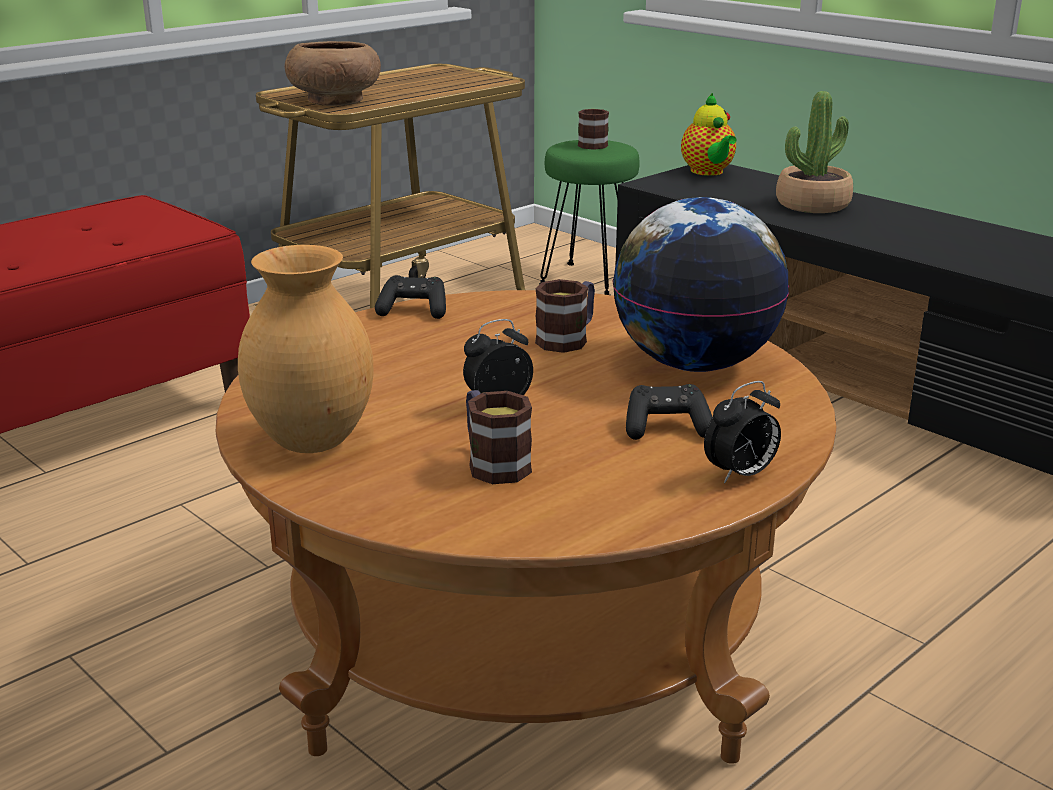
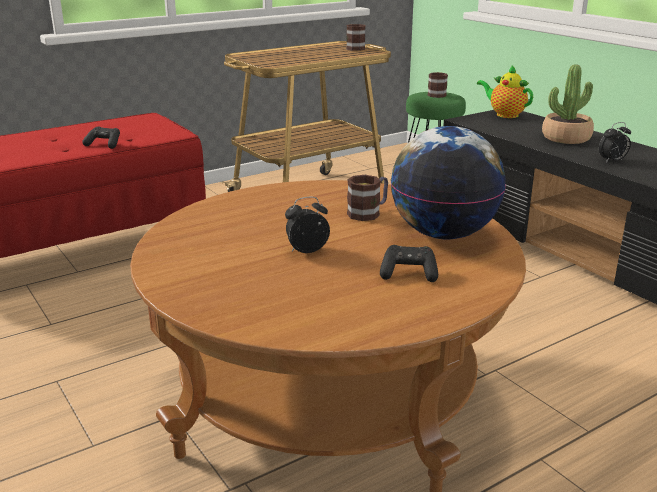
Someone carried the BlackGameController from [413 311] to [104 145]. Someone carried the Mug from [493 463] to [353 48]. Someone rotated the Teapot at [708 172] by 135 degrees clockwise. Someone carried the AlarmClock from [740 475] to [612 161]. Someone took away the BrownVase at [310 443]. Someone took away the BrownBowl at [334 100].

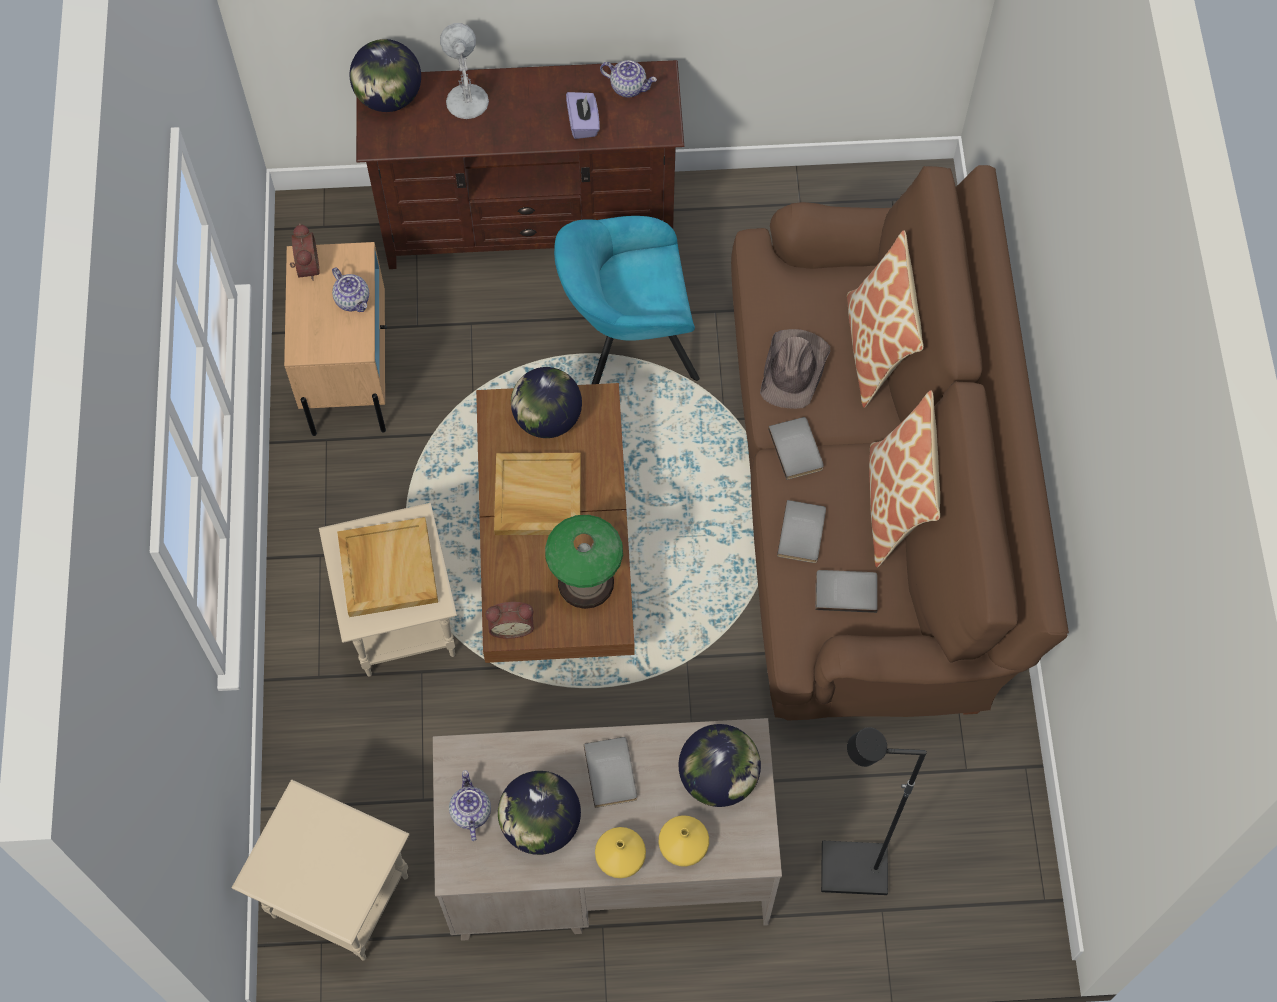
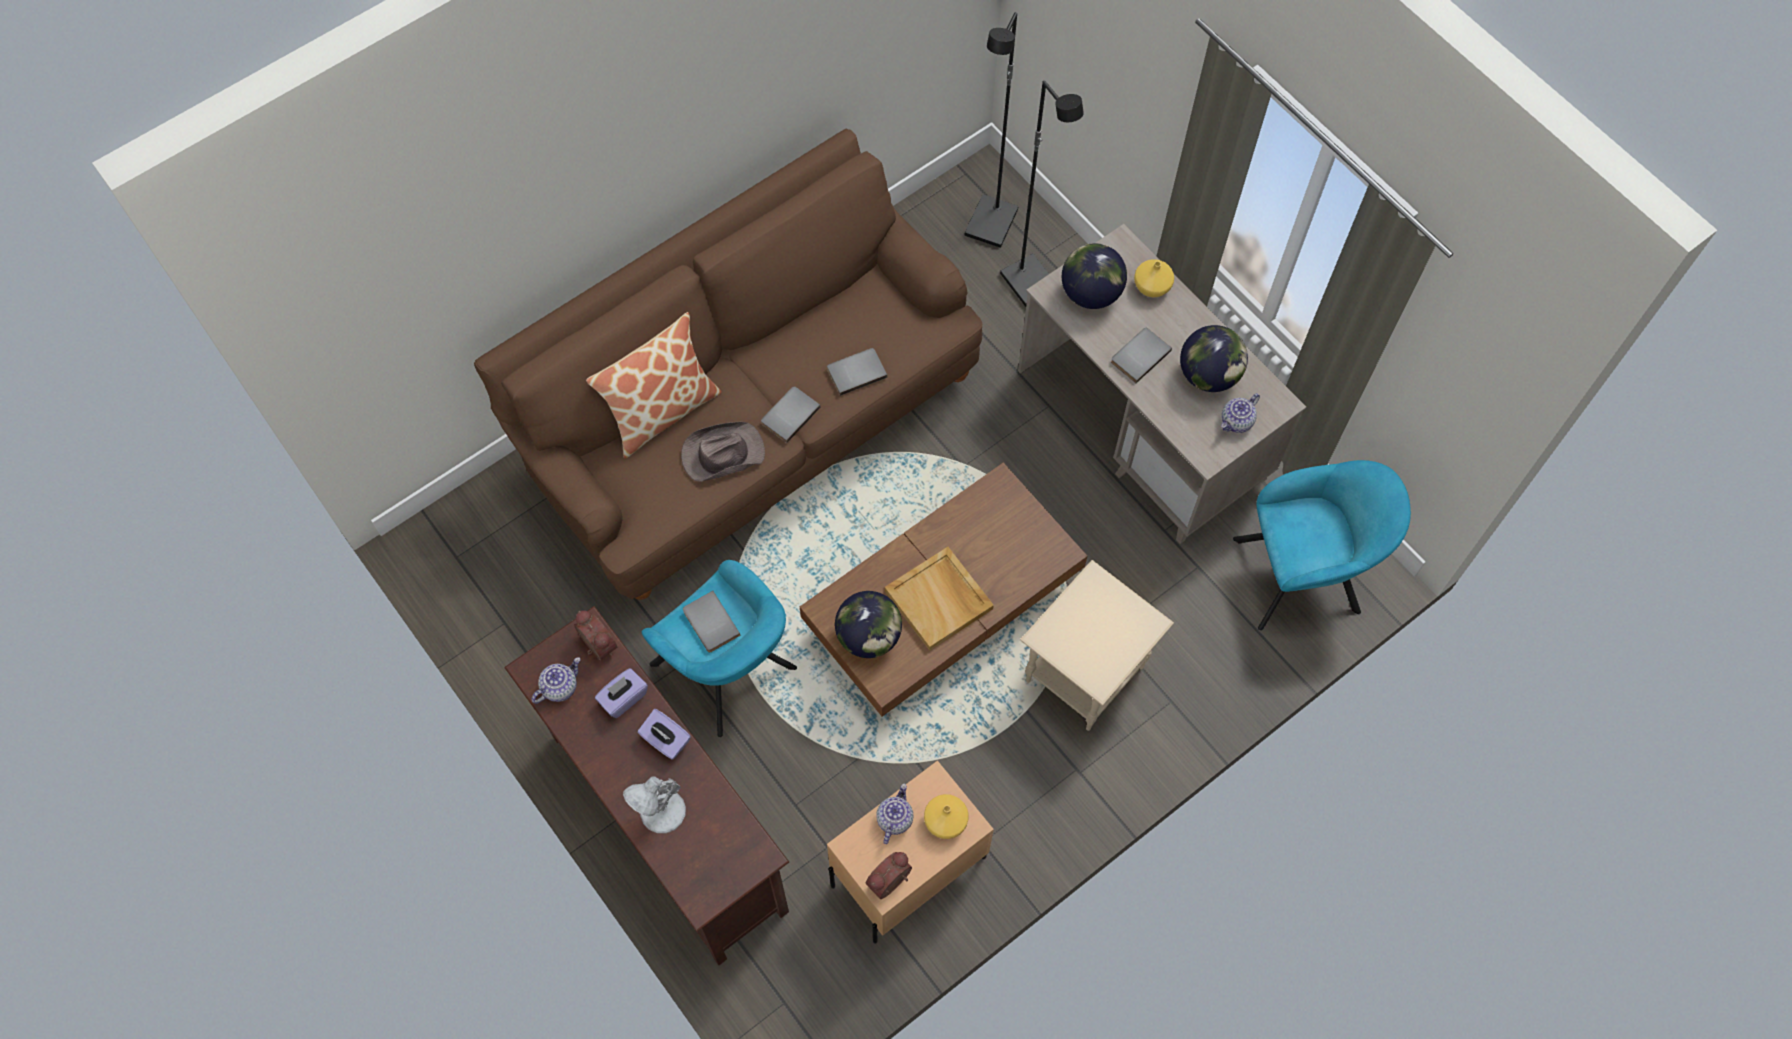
Someone rotated the Teapot at [628 87] by 60 degrees clockwise. Someone carried the AlarmClock from [511 625] to [596 646]. Someone put down the PurpleTissueBox at [666 740]. Someone carried the GreyBook from [846 590] to [709 624]. Someone carried the YellowVase from [620 859] to [946 821]. Someone put down the BlackFloorLamp at [992 224]. Someone swapped the BeigeSideTable at [339 895] for the TurquoiseArmchair at [1304 574]. Someone took away the BeigeTray at [387 568]. Someone took away the Globe at [389 97]. Someone took away the TableLamp at [585 582]. Someone took away the Pillow at [896 505].

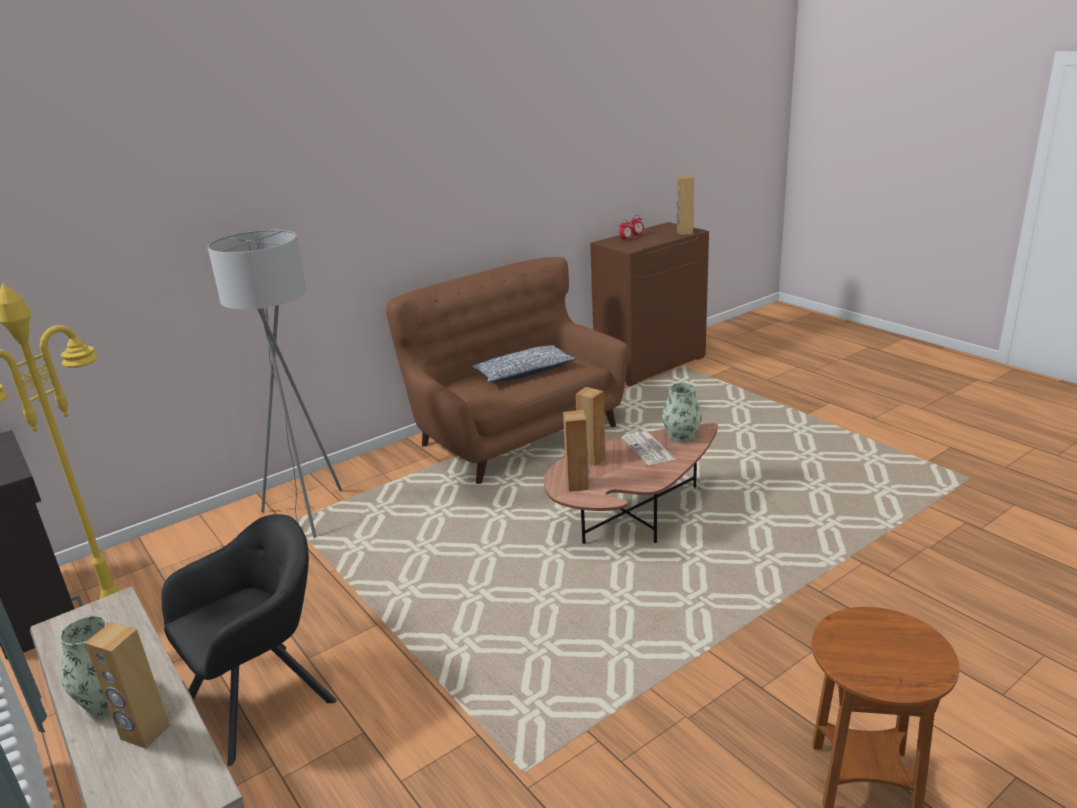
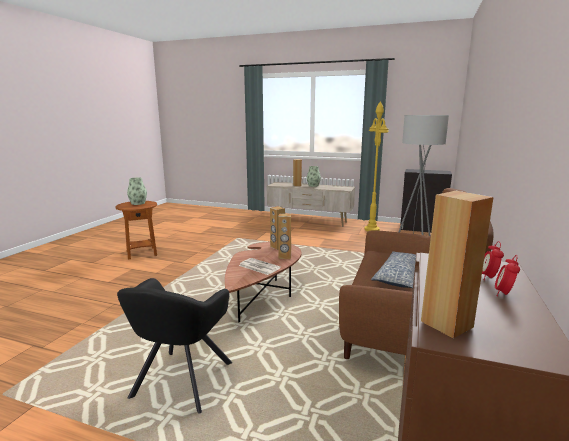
Someone carried the BlackArmchair from [265 697] to [181 382]. Someone carried the Vase from [681 436] to [138 203].

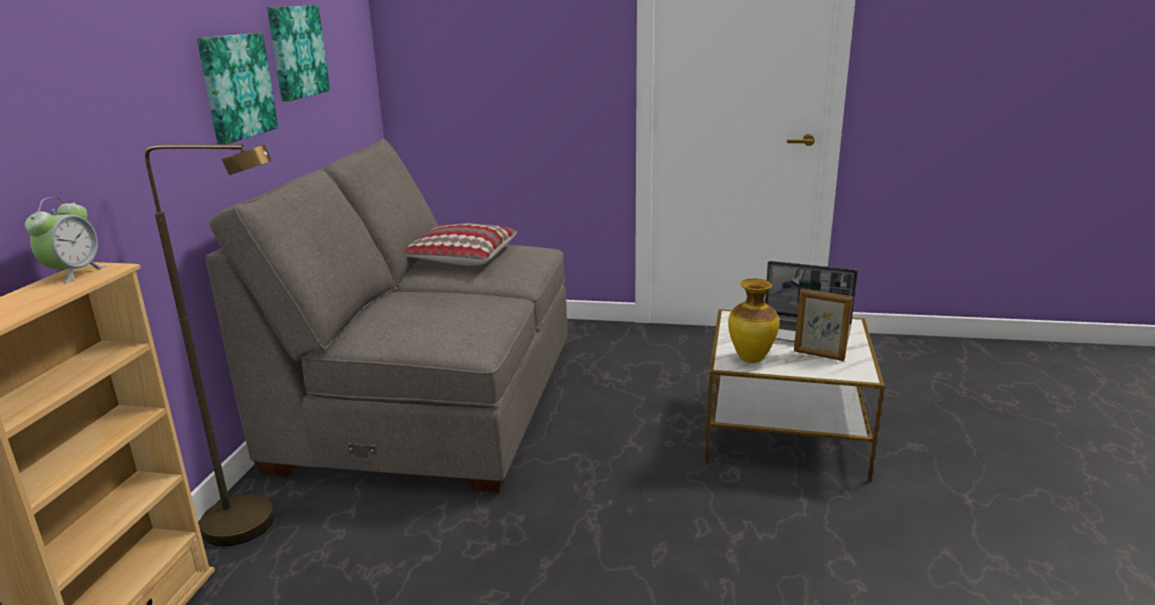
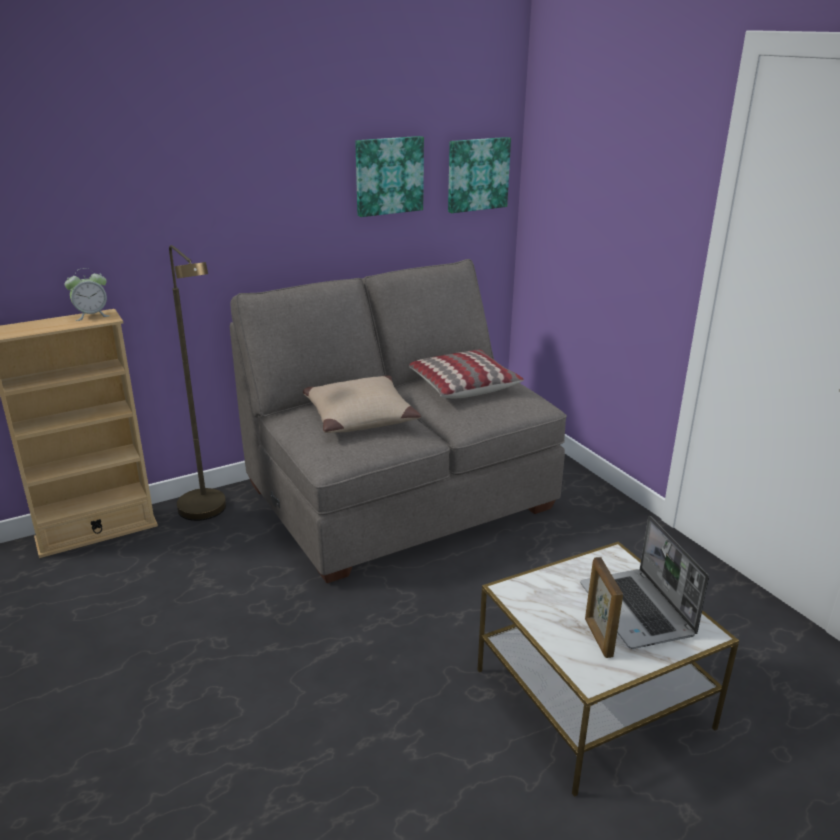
Someone put down the BeigePillow at [359 416]. Someone carried the Picture from [235 86] to [477 174]. Someone took away the Vase at [750 359].

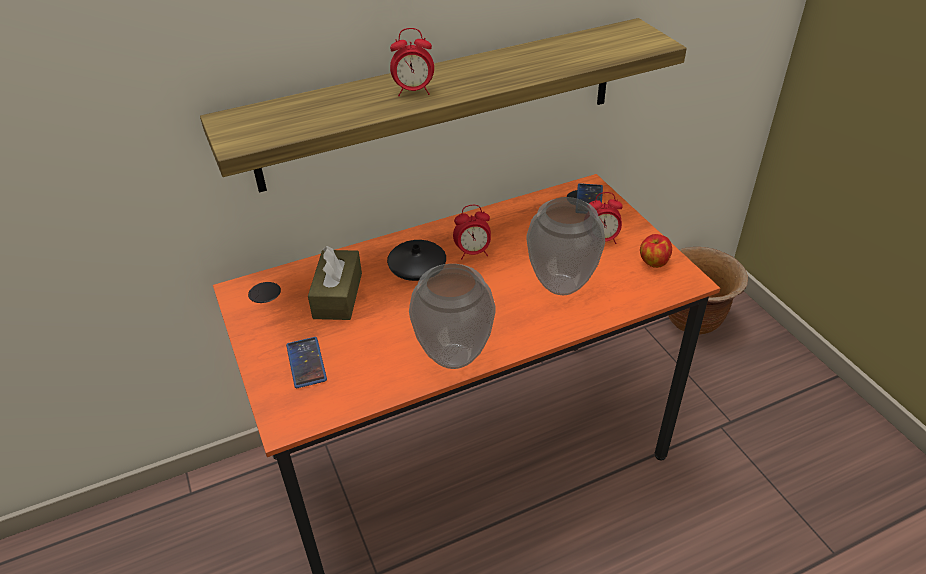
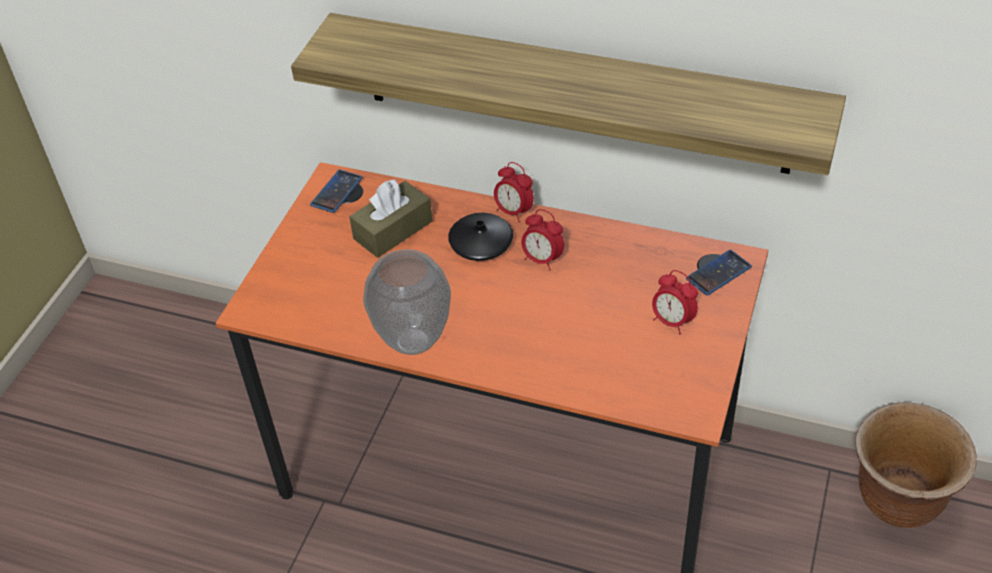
Someone carried the Phone from [306 362] to [336 192]. Someone carried the AlarmClock from [413 91] to [514 212]. Someone took away the Vase at [562 284]. Someone took away the Apple at [653 262].

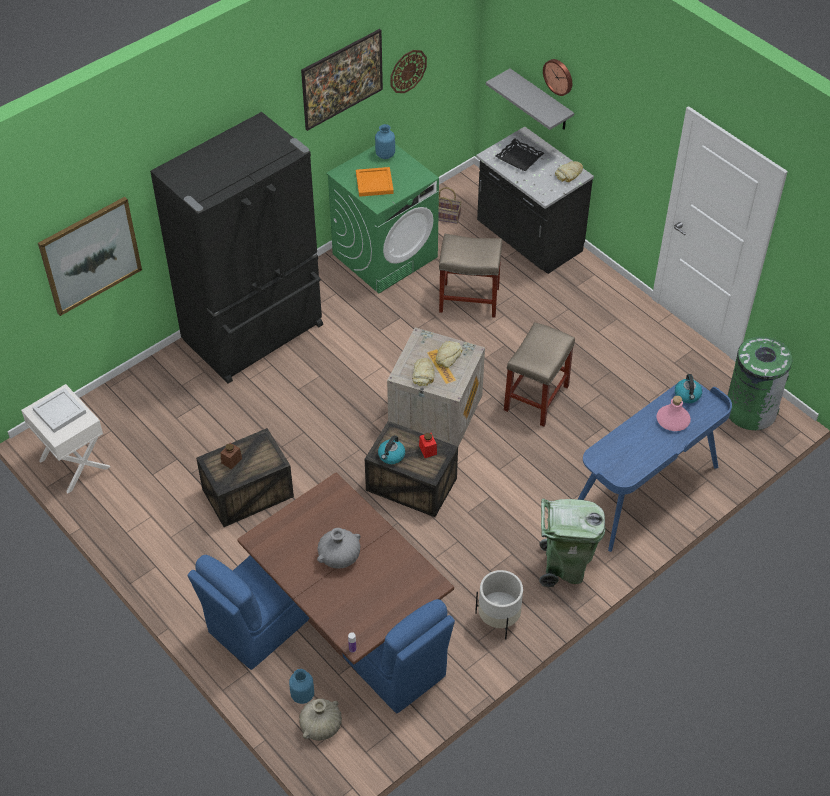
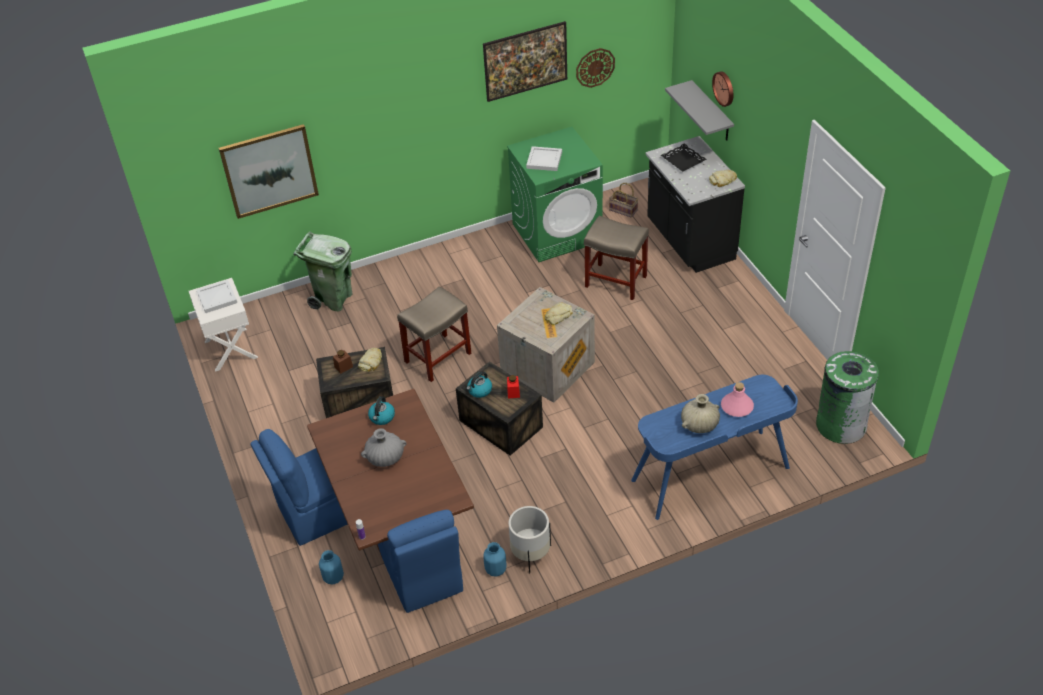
Someone carried the GreenTrashCan from [564 567] to [334 299]. Someone carried the Bread from [423 374] to [371 362]. Someone carried the Kettle from [687 395] to [382 417]. Someone carried the BeigeStool from [536 397] to [438 357]. Someone carried the BlueVase from [385 154] to [495 569]. Someone repainted the OrangeTray at [374 183], which became the WhiteTray at [544 160]. Someone carried the BeigeVase from [321 726] to [699 424]. Someone took away the BlackFridge at [255 334].

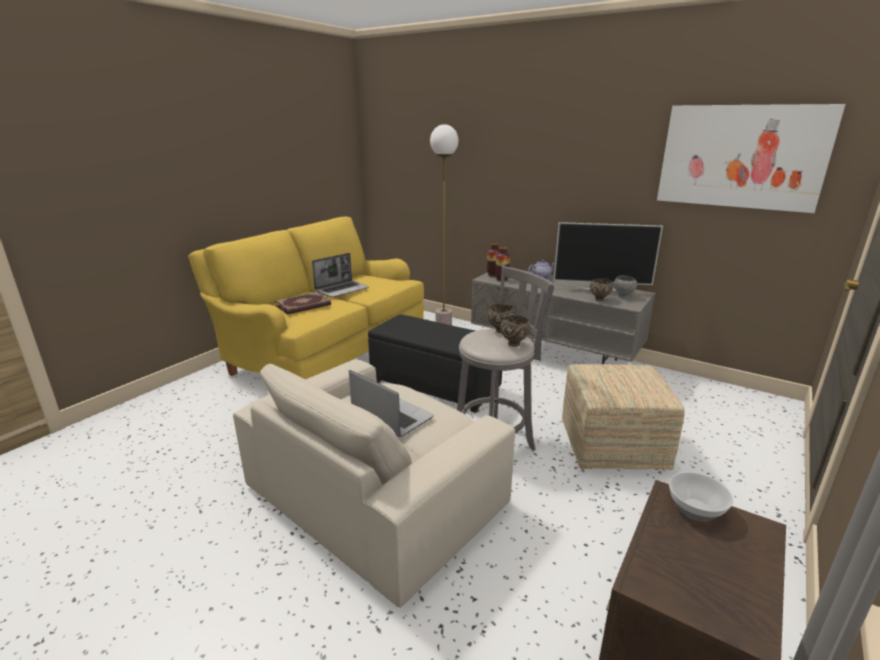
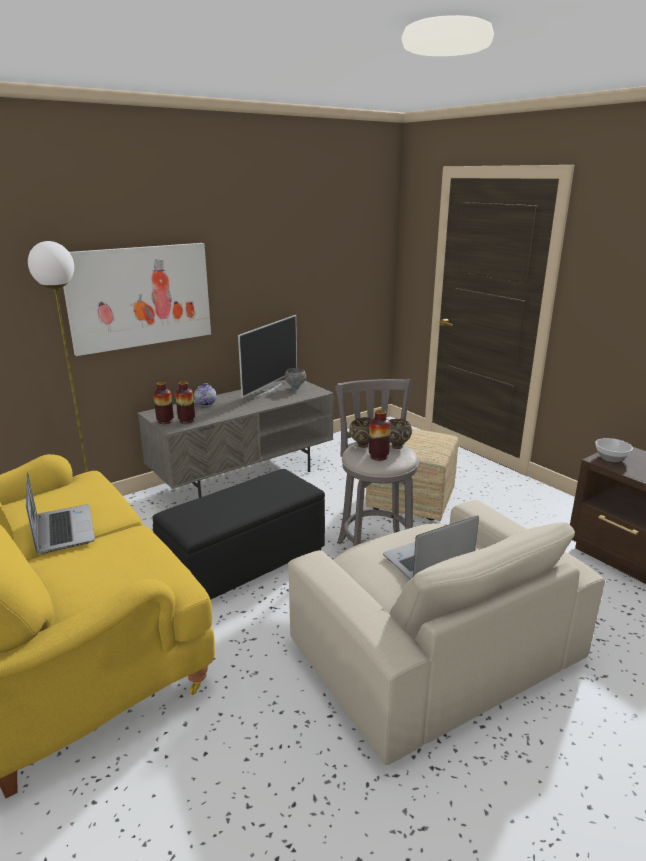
Someone carried the Picture from [741 157] to [140 296]. Someone put down the Vase at [378 457]. Someone took away the Book at [303 305]. Someone took away the BrownBowl at [599 300].

